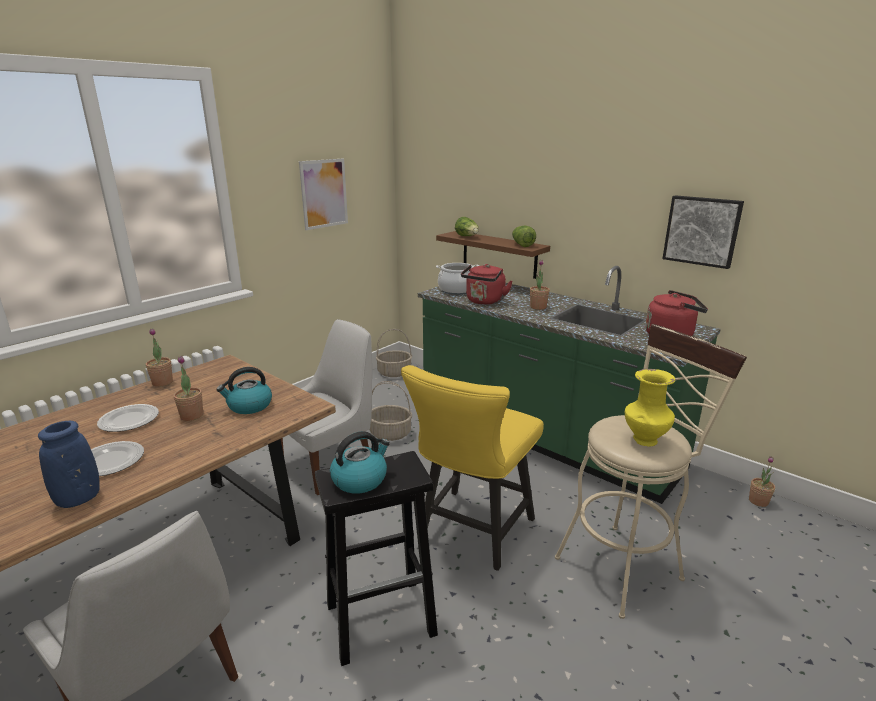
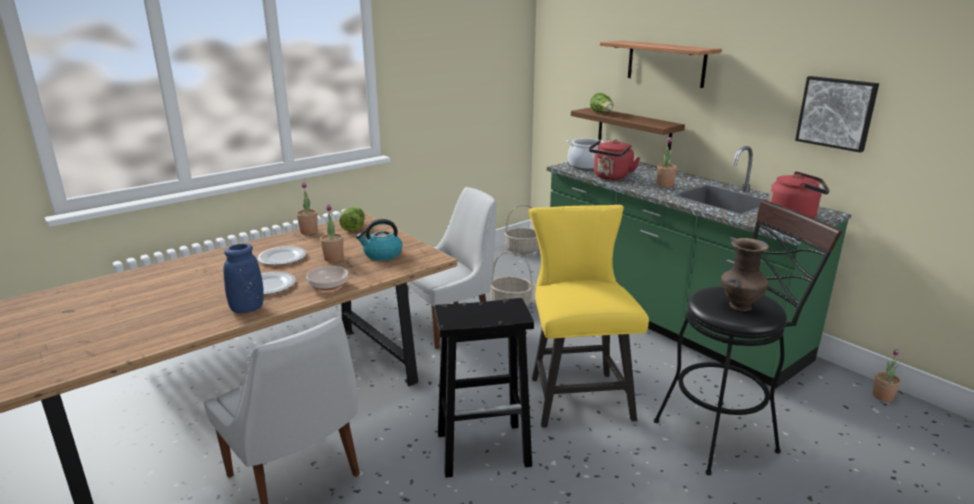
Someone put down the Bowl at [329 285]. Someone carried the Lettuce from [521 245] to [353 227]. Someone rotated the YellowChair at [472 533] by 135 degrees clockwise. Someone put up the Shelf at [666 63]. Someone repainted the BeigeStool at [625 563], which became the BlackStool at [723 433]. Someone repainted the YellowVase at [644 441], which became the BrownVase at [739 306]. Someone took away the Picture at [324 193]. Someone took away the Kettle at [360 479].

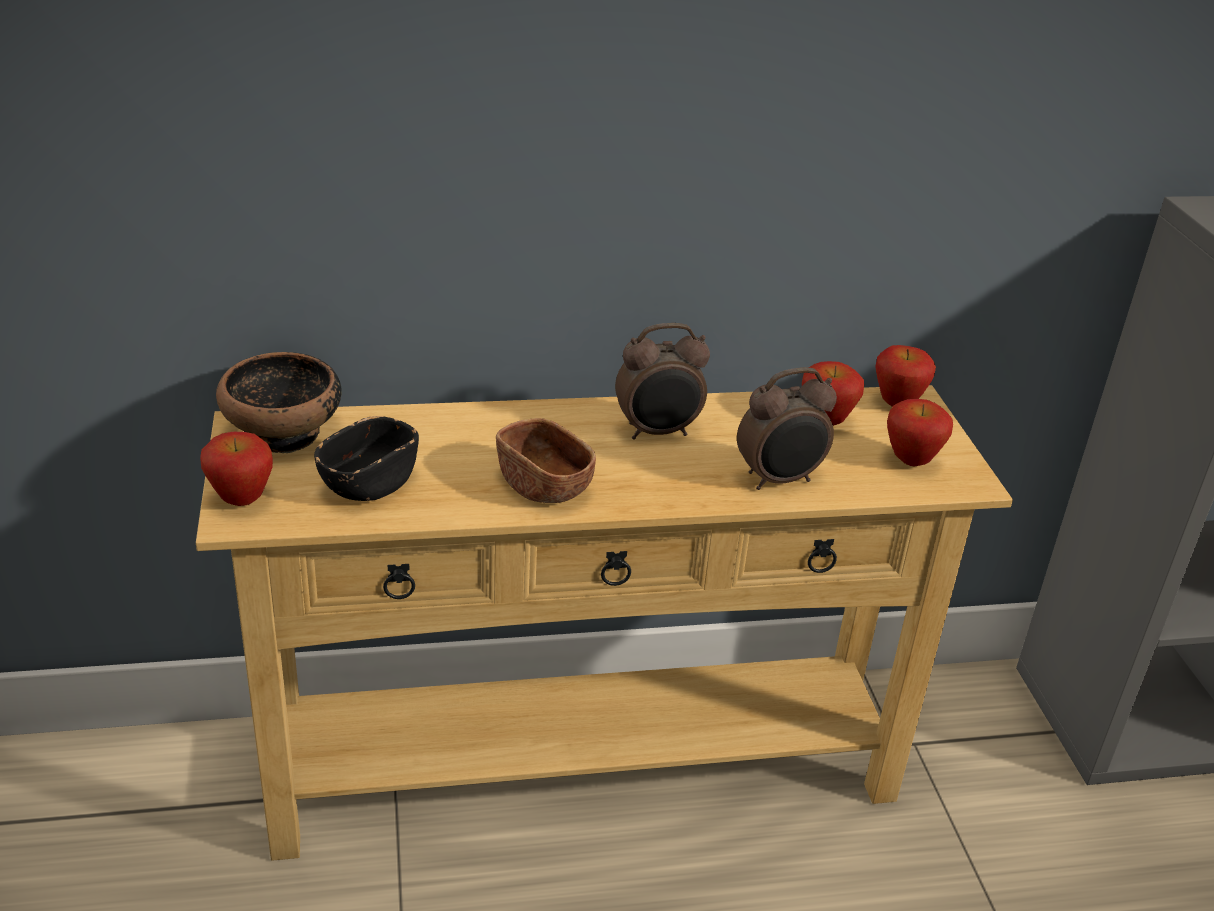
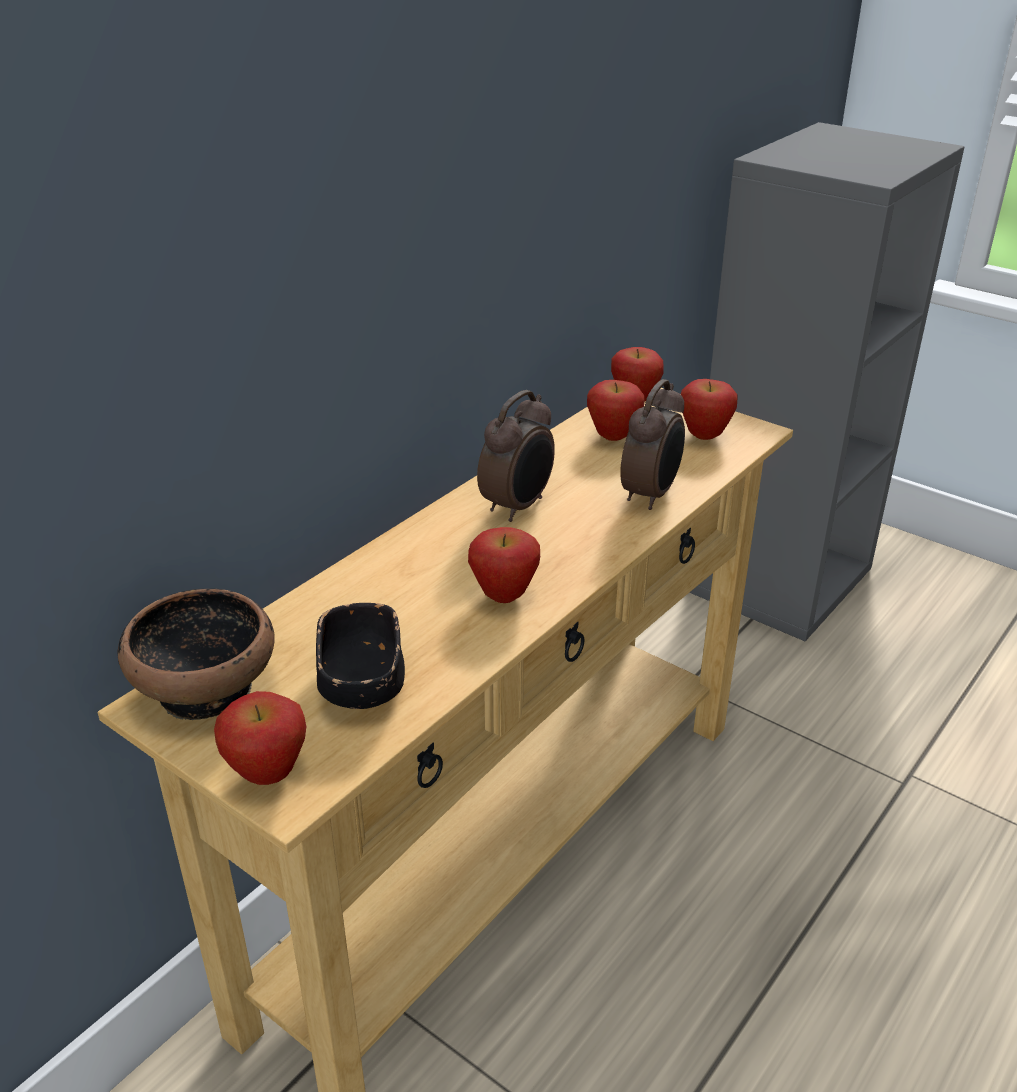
Someone swapped the BrownBowl at [544 485] for the Apple at [504 596].

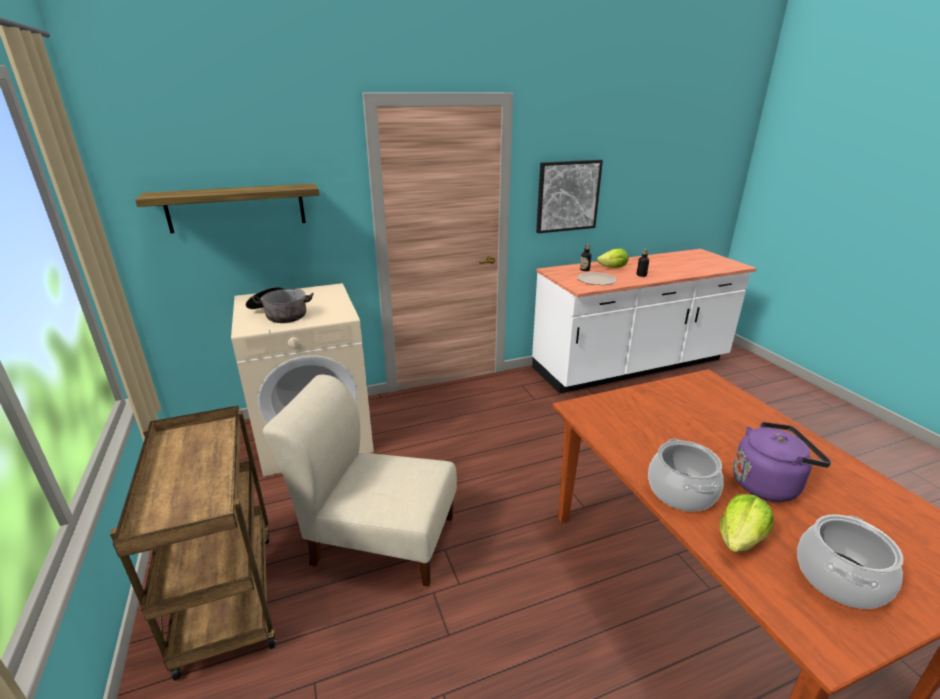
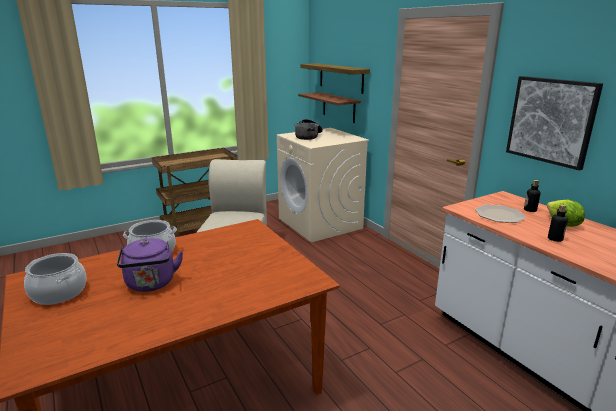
Someone put up the Shelf at [338 107]. Someone took away the Lettuce at [740 539].

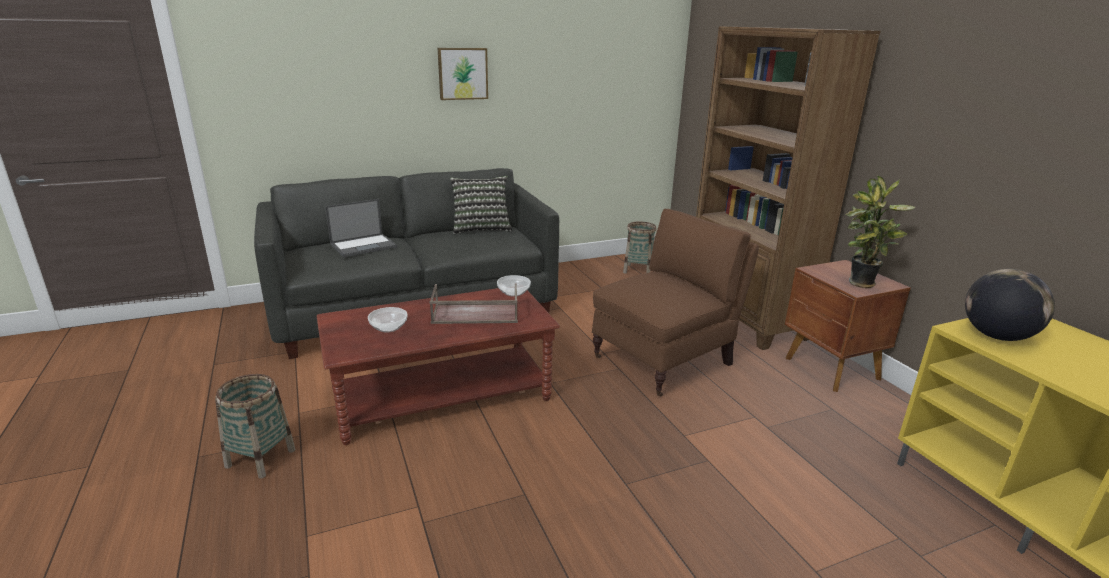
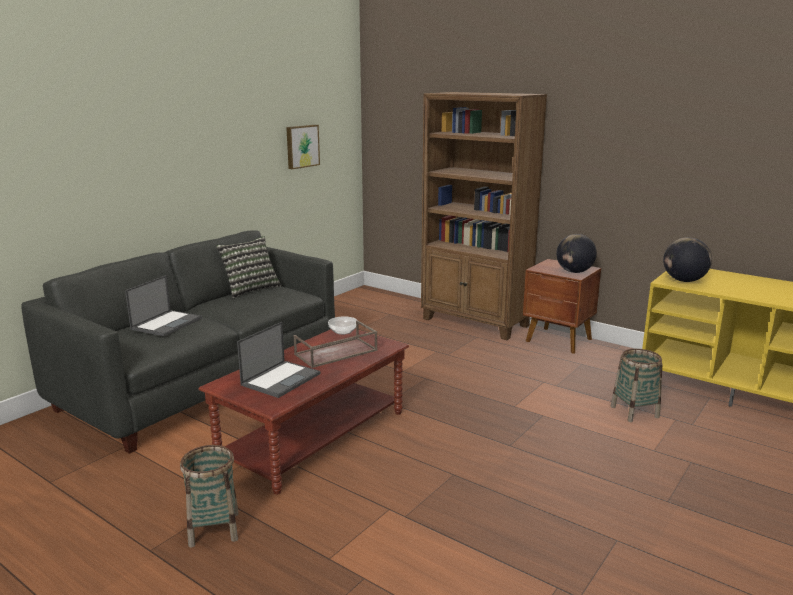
Someone swapped the Bowl at [389 327] for the Laptop at [281 379]. Someone carried the Picture from [462 73] to [301 146]. Someone swapped the PottedPlant at [861 284] for the Globe at [574 272]. Someone carried the Basket from [638 270] to [634 412]. Someone took away the BrownArmchair at [665 360].

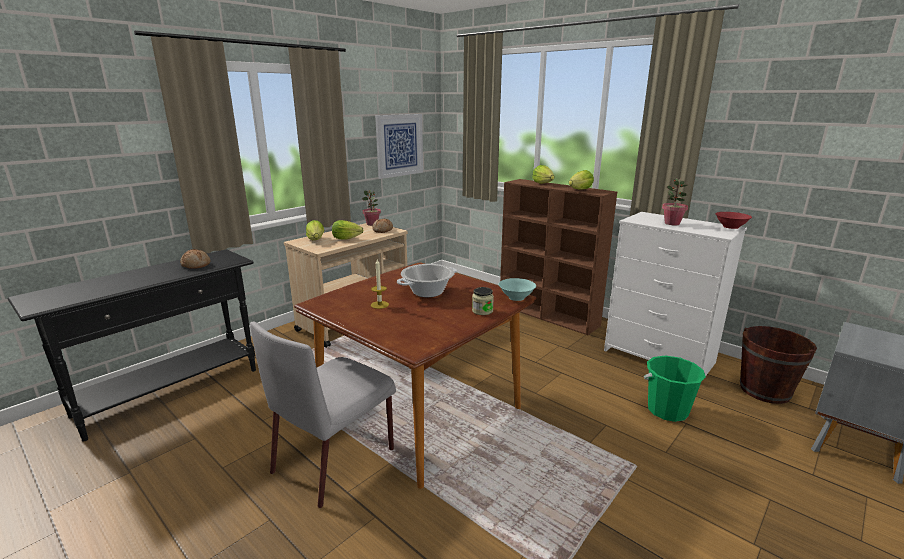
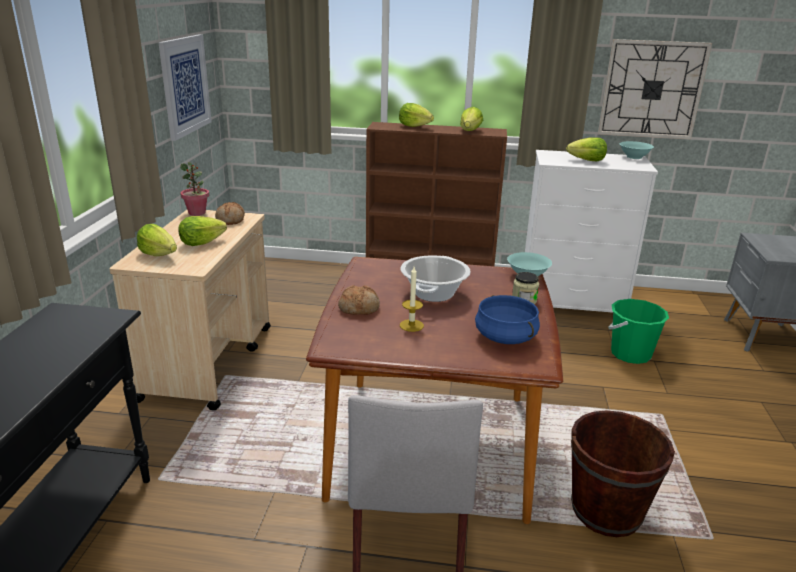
Someone carried the Bread from [196 265] to [359 308]. Someone put down the BlueCookingPot at [506 337]. Someone swapped the PottedPlant at [672 223] for the Lettuce at [587 161]. Someone carried the BrownBucket from [764 390] to [606 511]. Someone put up the WallClock at [652 89]. Someone repainted the RedBowl at [731 227], which became the TurquoiseBowl at [634 157].

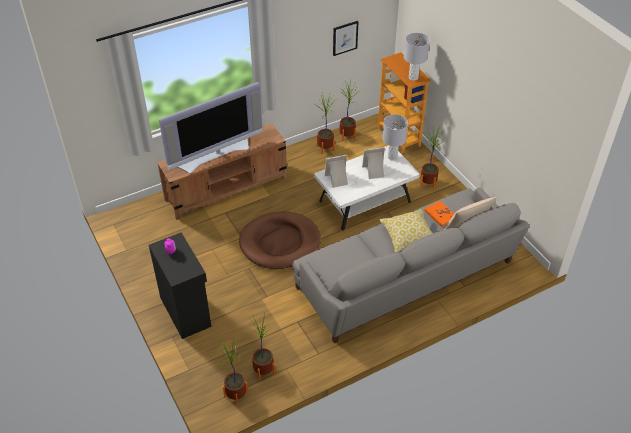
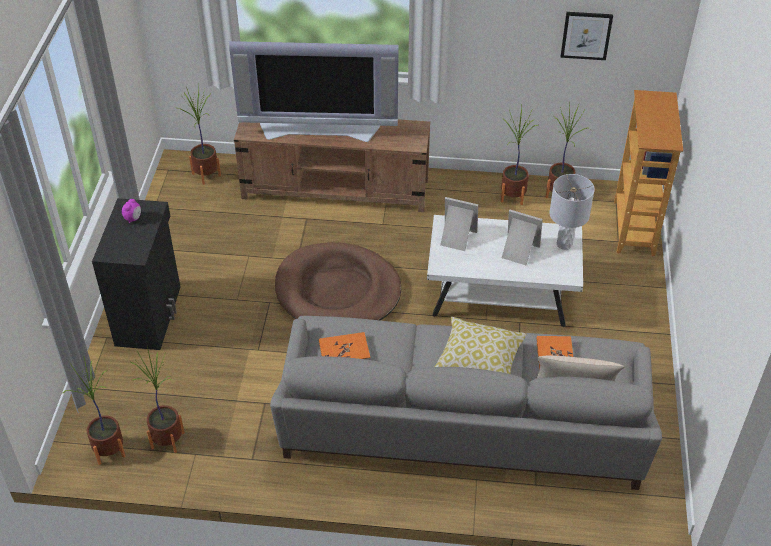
Someone carried the PottedPlant from [428 183] to [206 175]. Someone put down the OrangeBook at [344 351]. Someone took away the GreyTableLamp at [413 77].

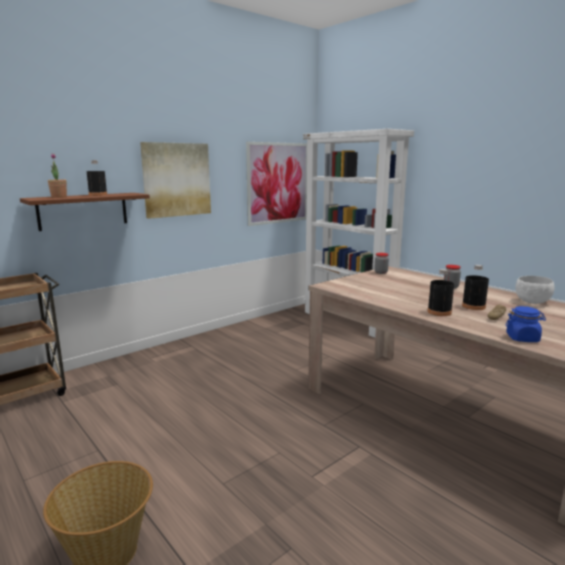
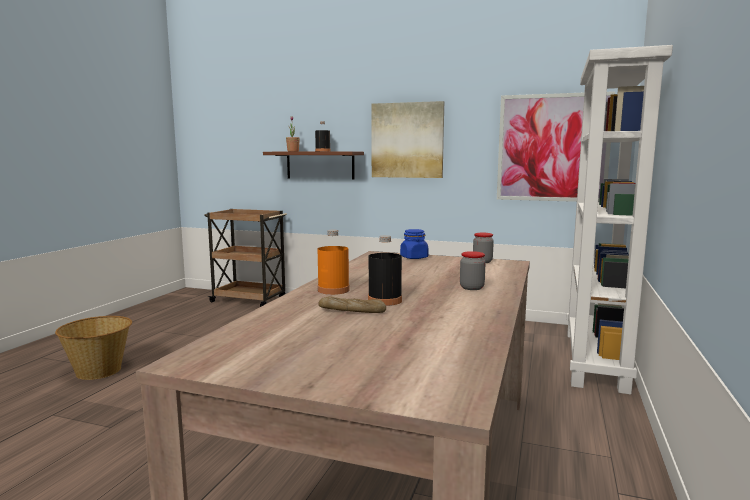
Someone repainted the BlackBottle at [439 312], which became the OrangeBottle at [333 290]. Someone carried the BlueJar from [522 338] to [414 257]. Someone took away the WhiteBowl at [532 302].

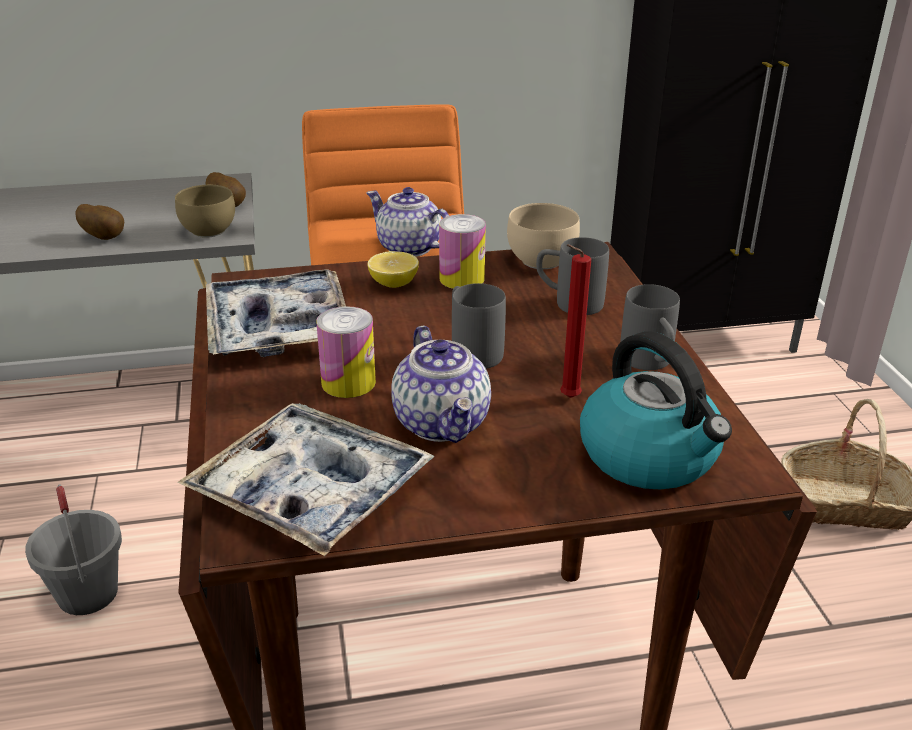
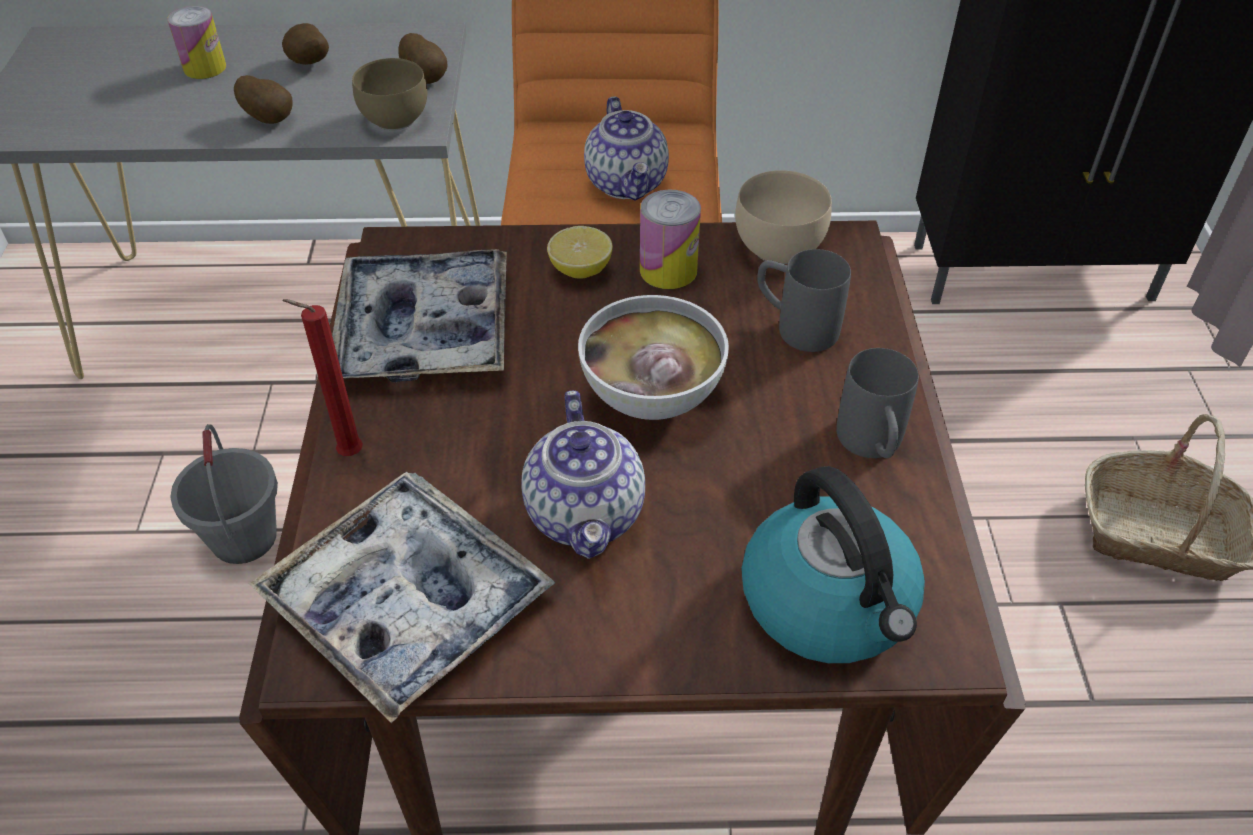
Someone carried the Can from [348 382] to [205 68]. Someone put down the Potato at [309 65]. Someone carried the RedCandle from [567 398] to [346 454]. Someone swapped the GreyMug at [471 350] for the Bowl at [650 396]. Someone rotated the Teapot at [408 248] by 150 degrees counterclockwise.

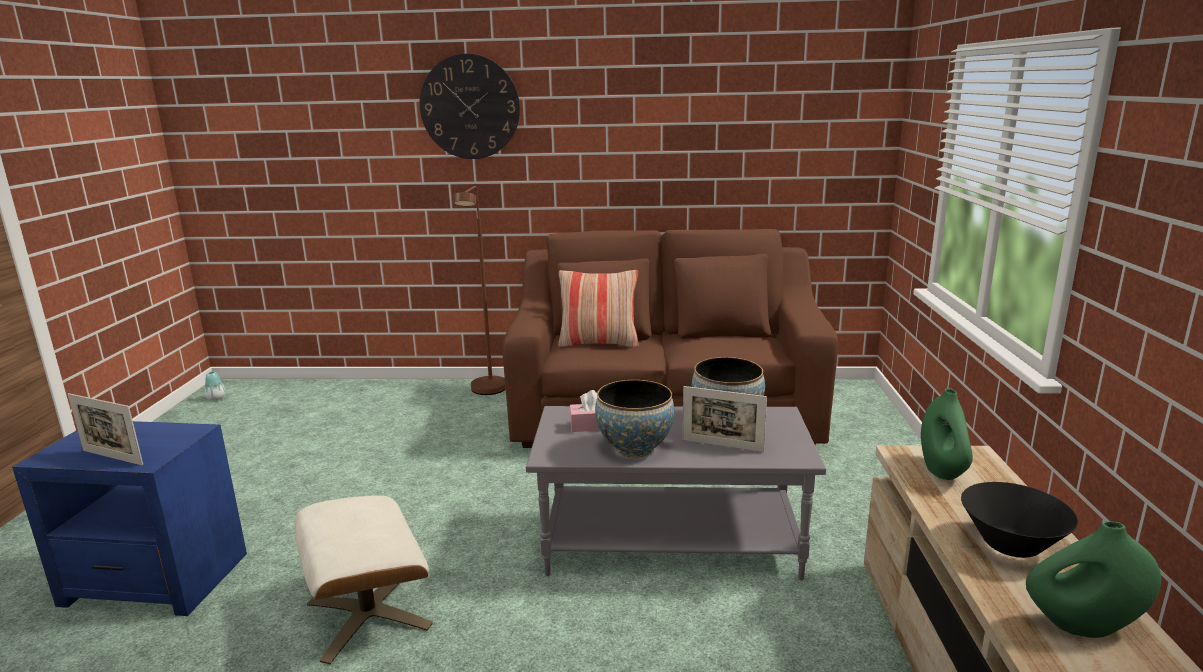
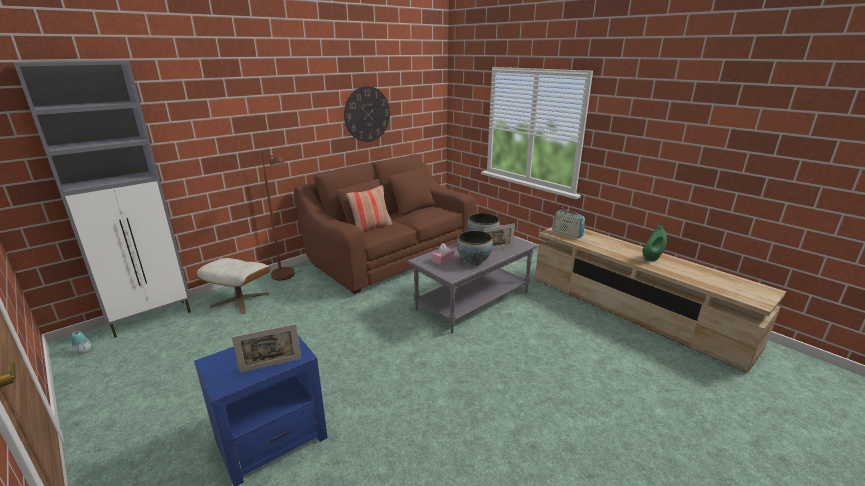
Someone put down the GreyCabinet at [152 318]. Someone carried the BeigeOttoman from [367 614] to [239 300]. Someone carried the WallClock from [470 107] to [367 114]. Someone swapped the GreenVase at [942 471] for the Radio at [567 233]. Someone took away the BlackBowl at [1010 545].

